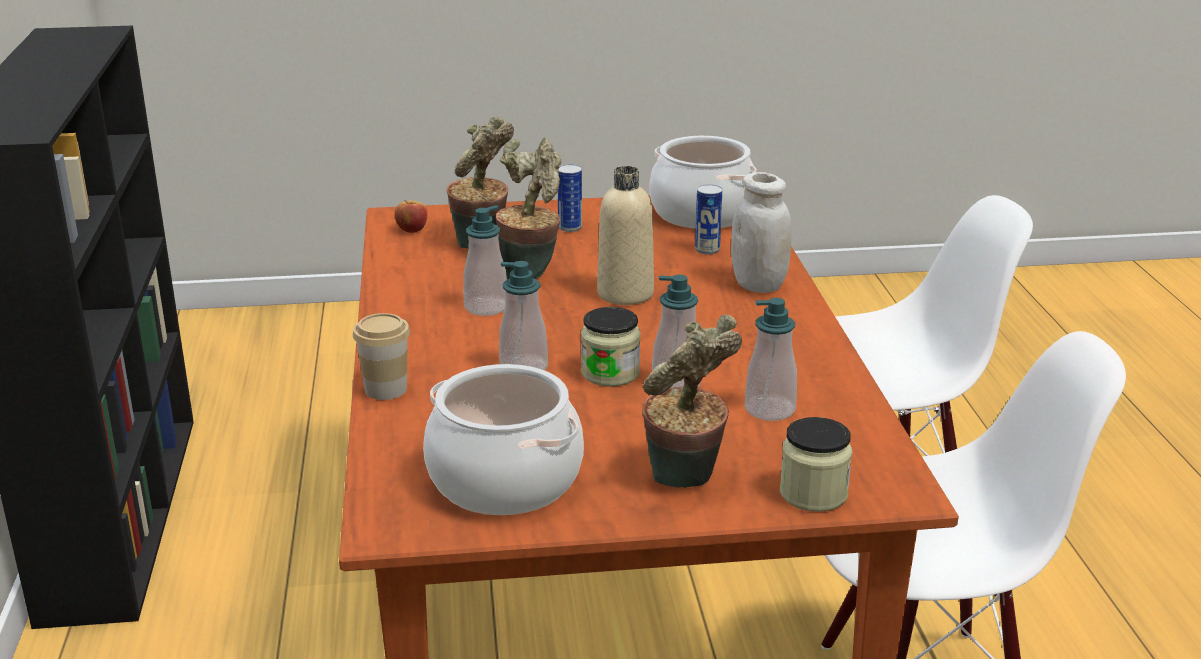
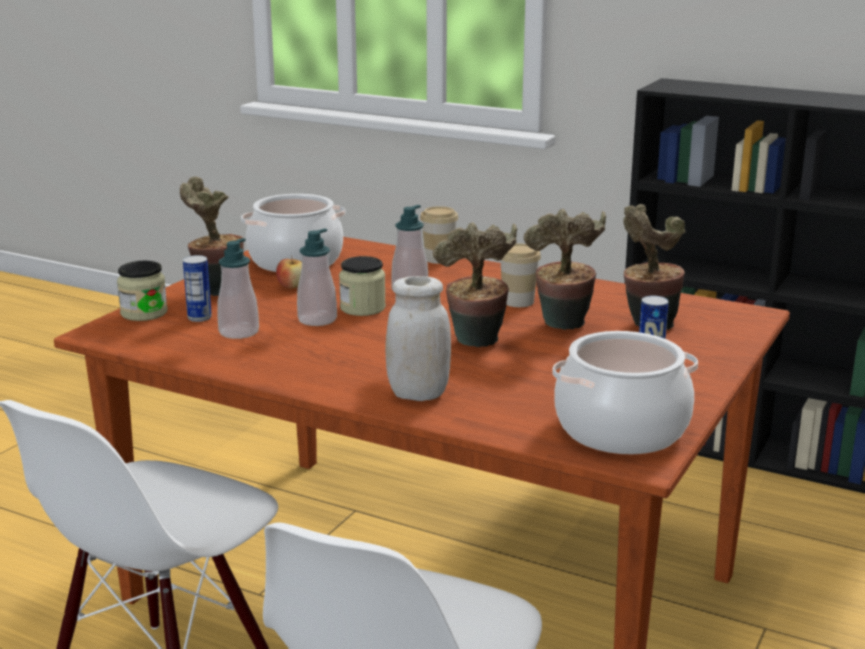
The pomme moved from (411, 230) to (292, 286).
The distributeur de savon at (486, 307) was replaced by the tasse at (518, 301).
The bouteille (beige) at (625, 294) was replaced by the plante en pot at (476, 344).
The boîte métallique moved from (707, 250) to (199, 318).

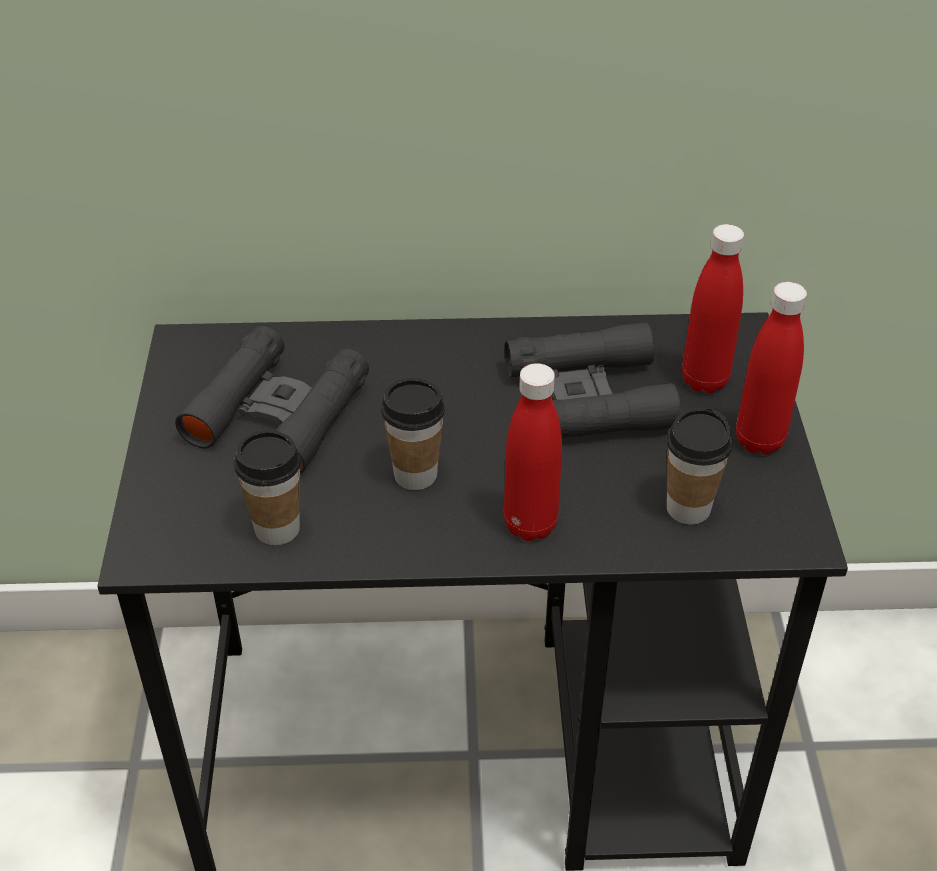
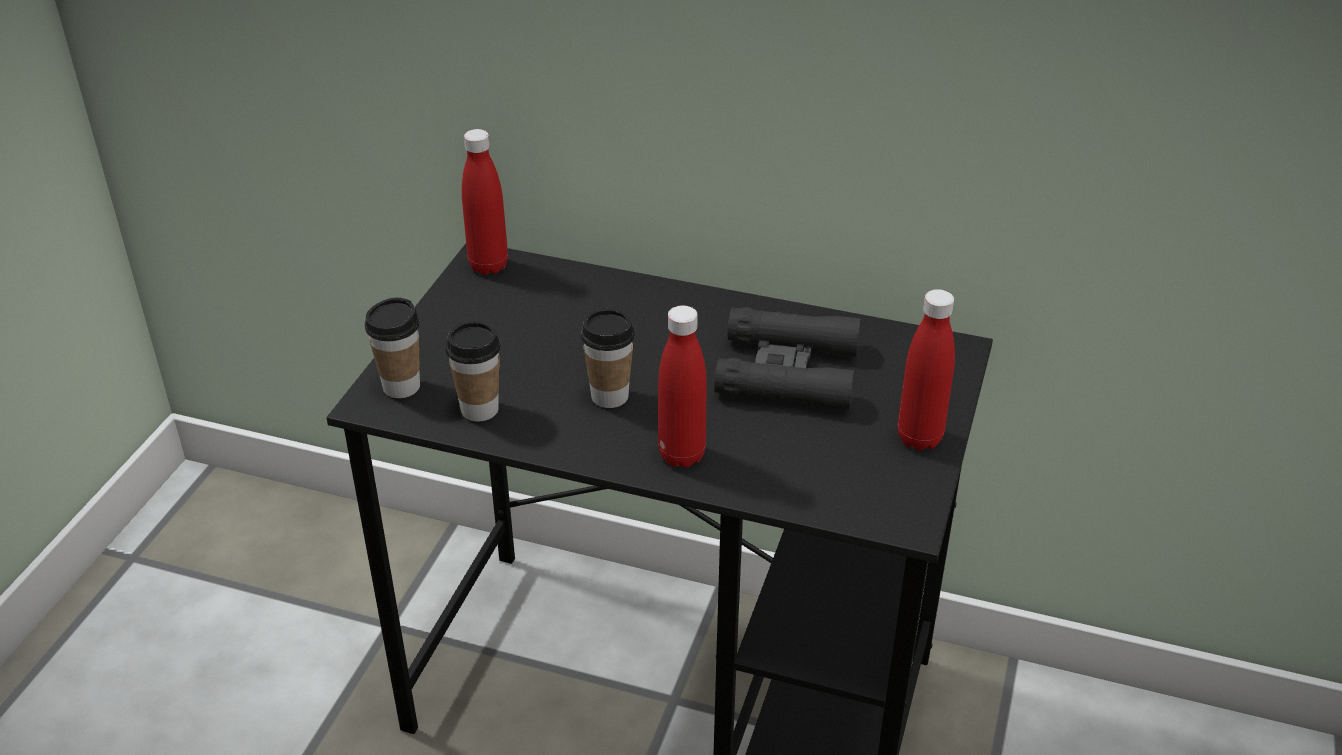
The jumelles (noir) at (278, 413) disappeared.
The tasse moved from (688, 508) to (401, 386).
The bouteille (rouge) moved from (704, 380) to (488, 266).

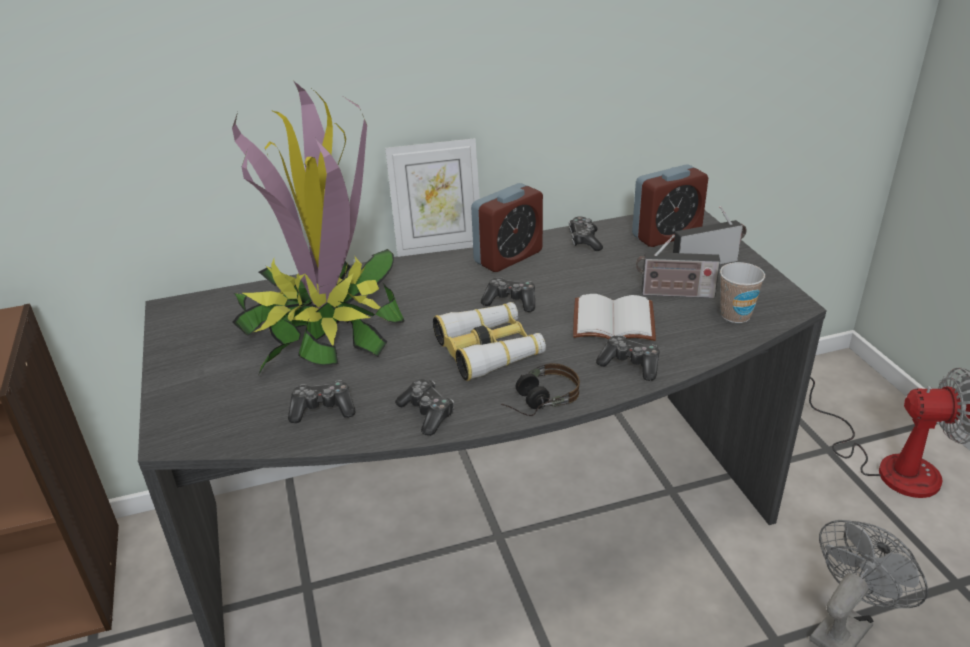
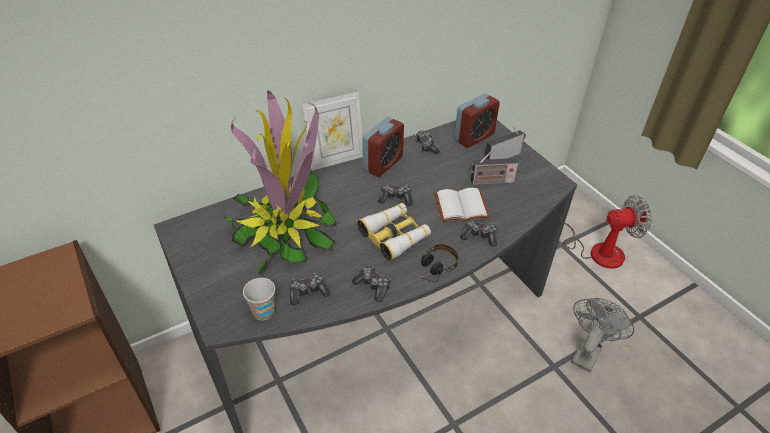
The tasse moved from (735, 315) to (263, 312).

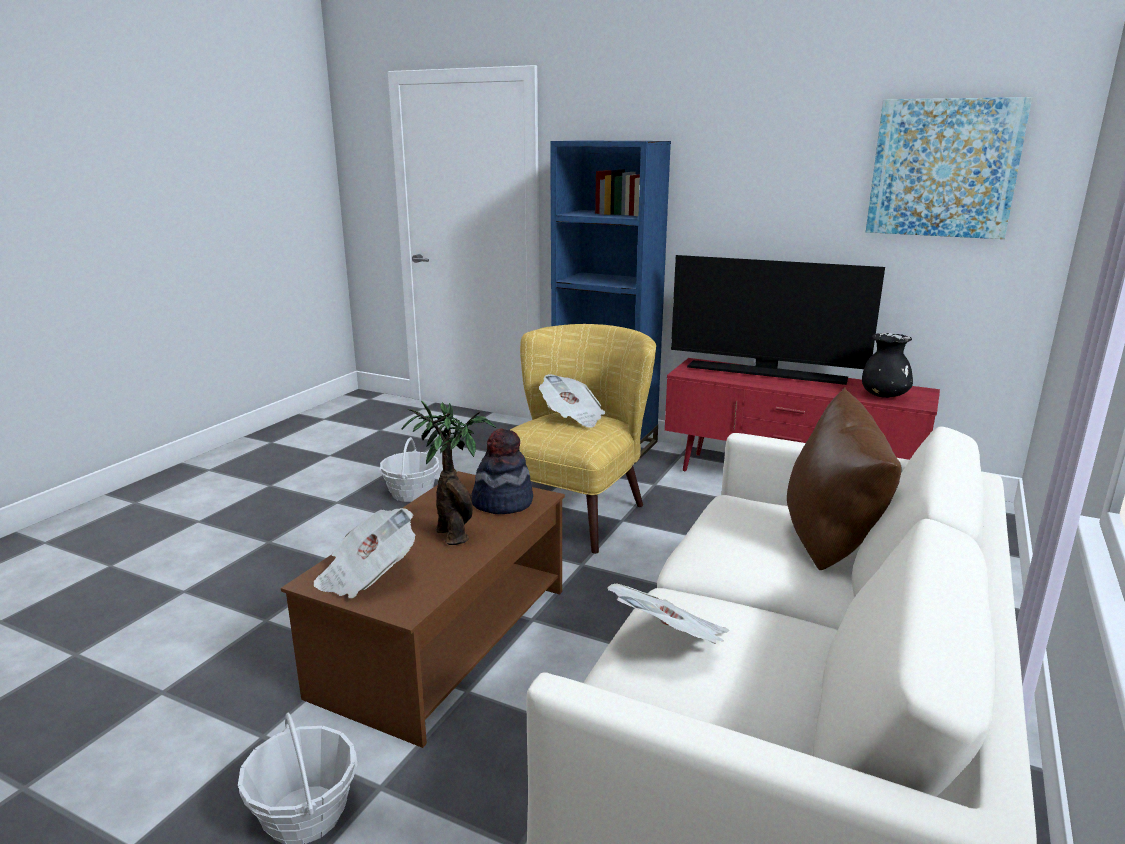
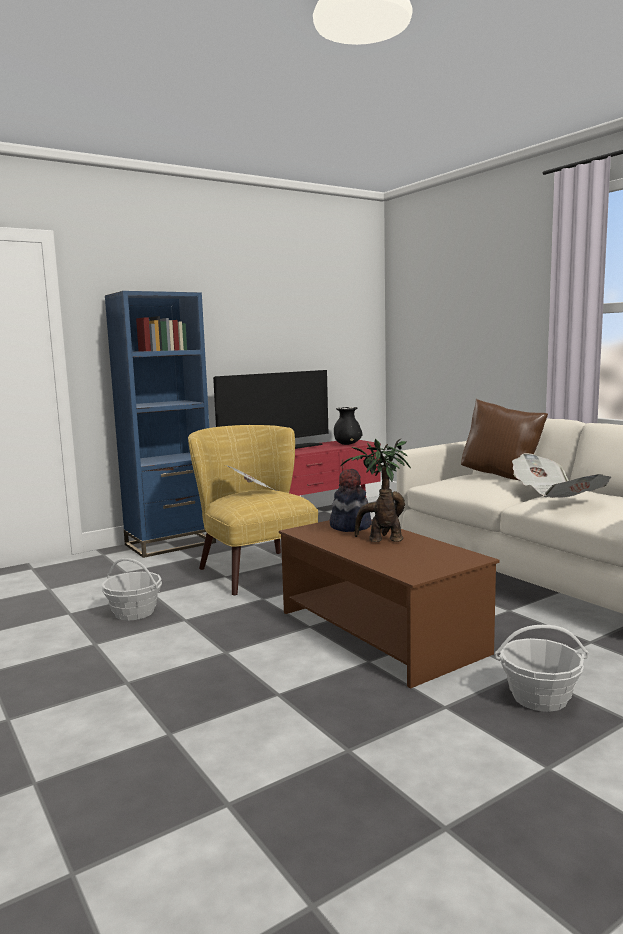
The journal moved from (367, 576) to (540, 490).
The tableau at (943, 168) disappeared.

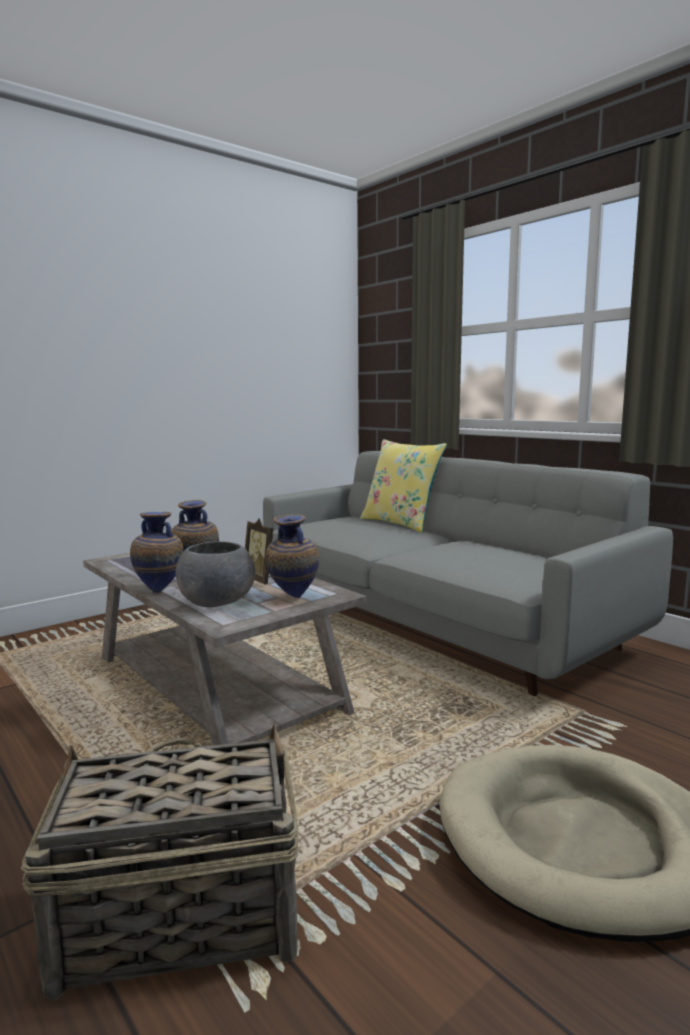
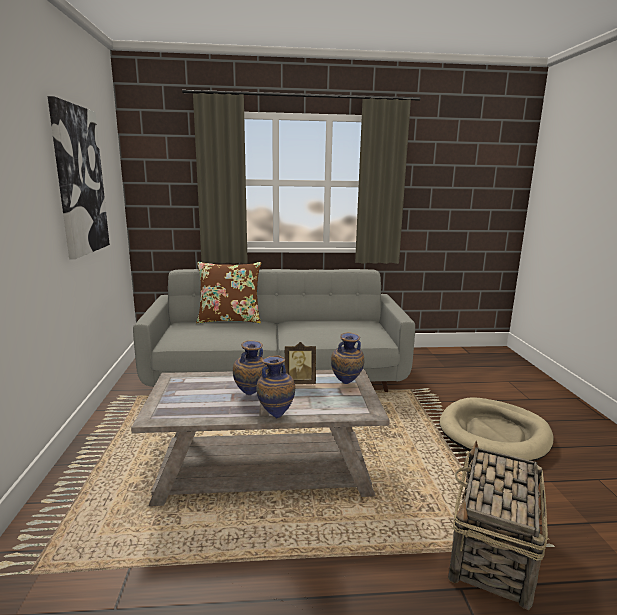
The bol (gris) at (218, 601) disappeared.
The coussin (jaune) at (400, 523) became the coussin (marron) at (229, 320).
The tableau at (79, 181) appeared.

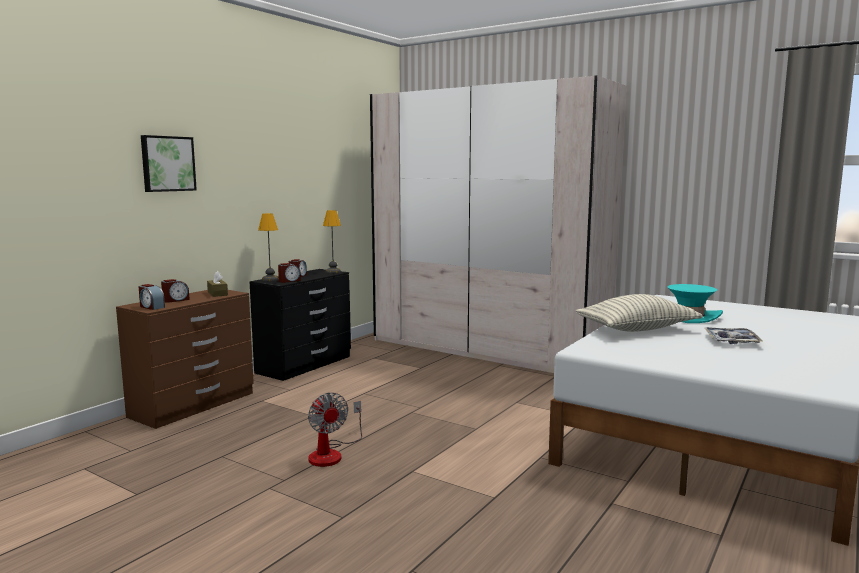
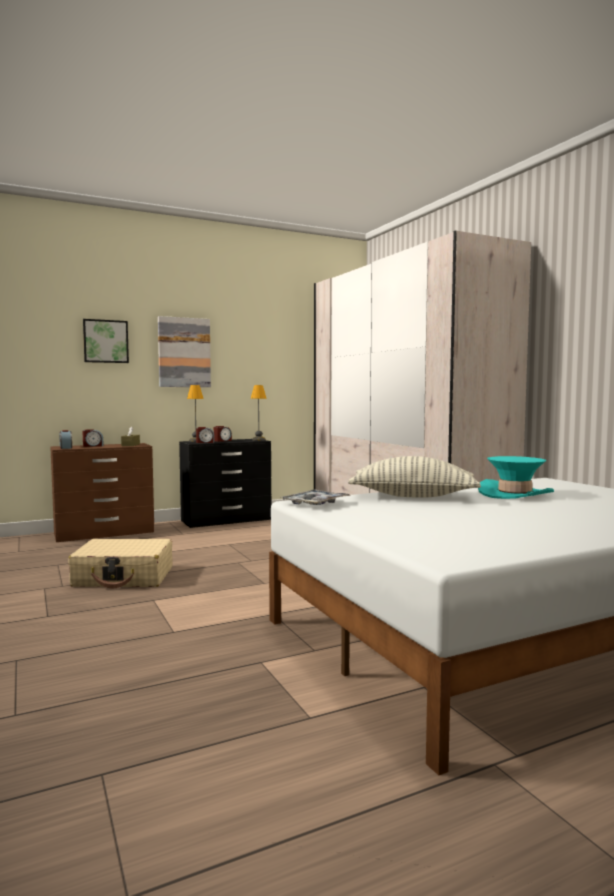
The ventilateur at (331, 453) was replaced by the valise (beige) at (124, 577).
The plateau moved from (731, 341) to (315, 503).
The tableau at (184, 352) appeared.

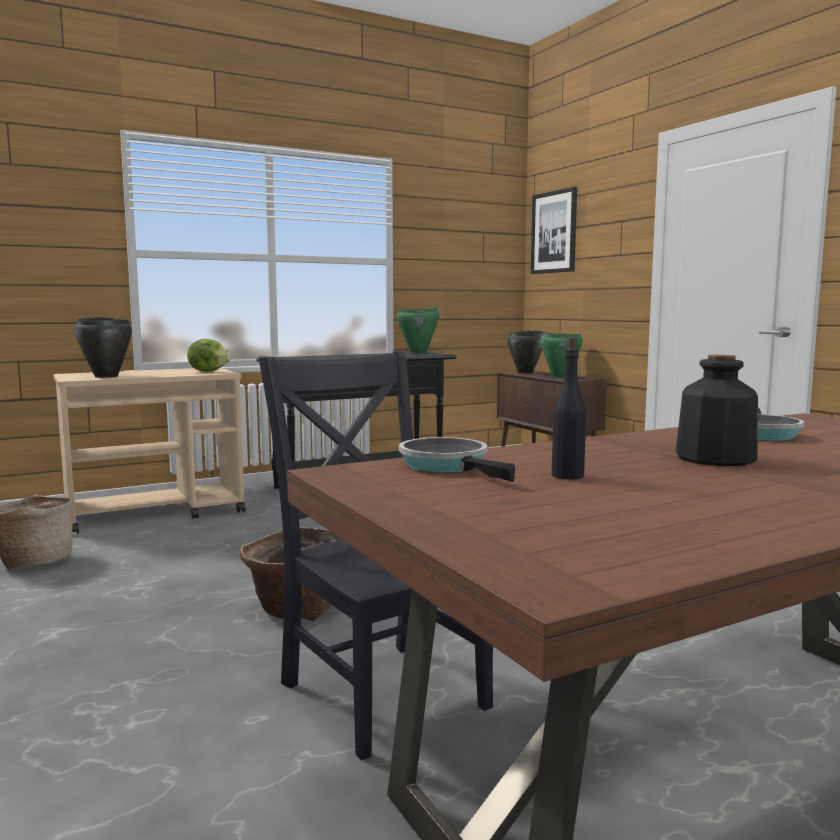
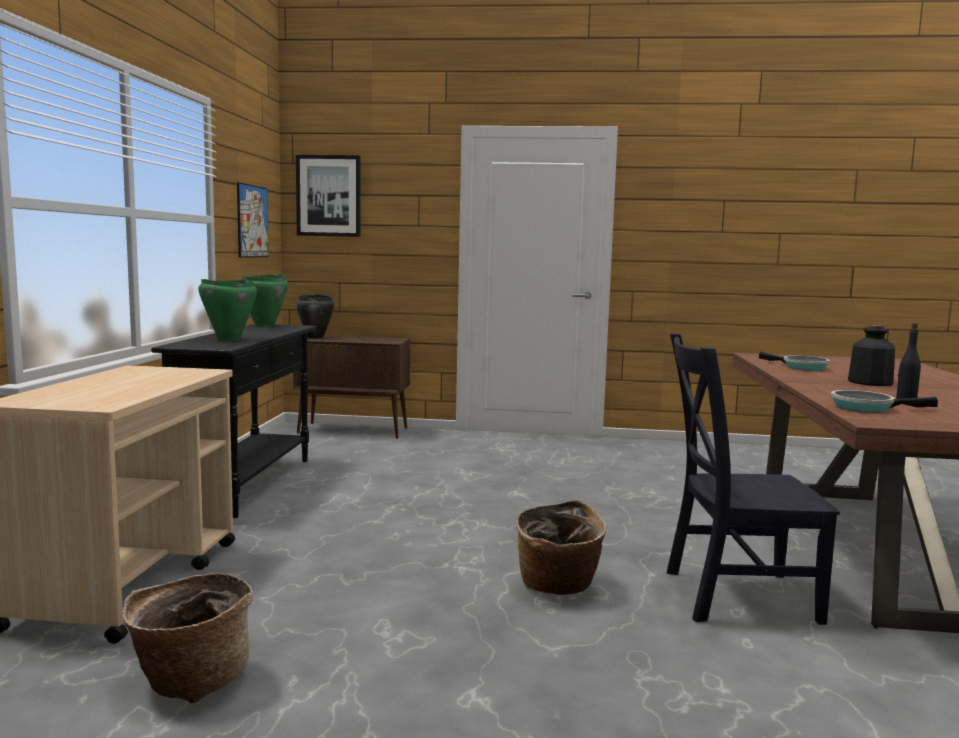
The marmite (noir) at (106, 376) disappeared.
The laitue at (209, 371) disappeared.
The marmite (vert) moved from (559, 376) to (228, 338).
The tableau at (252, 221) appeared.

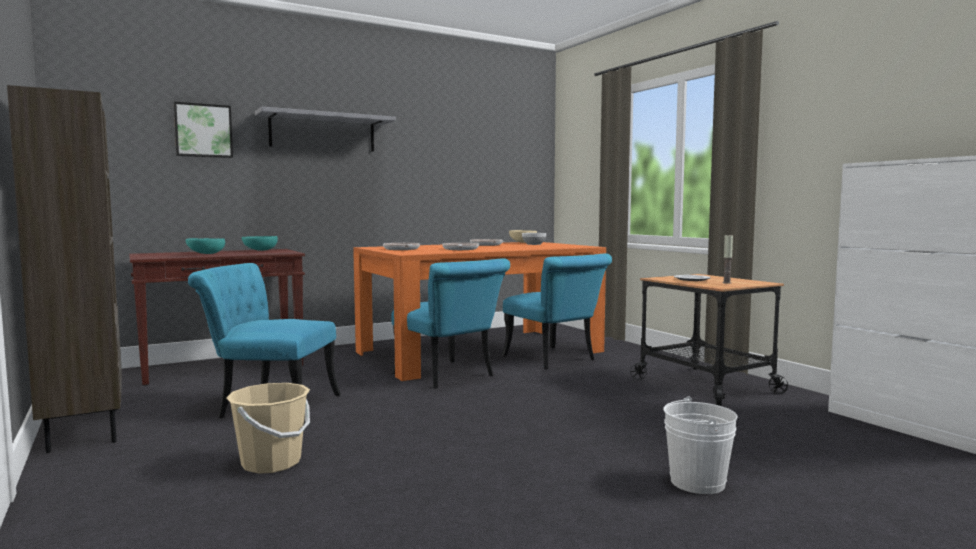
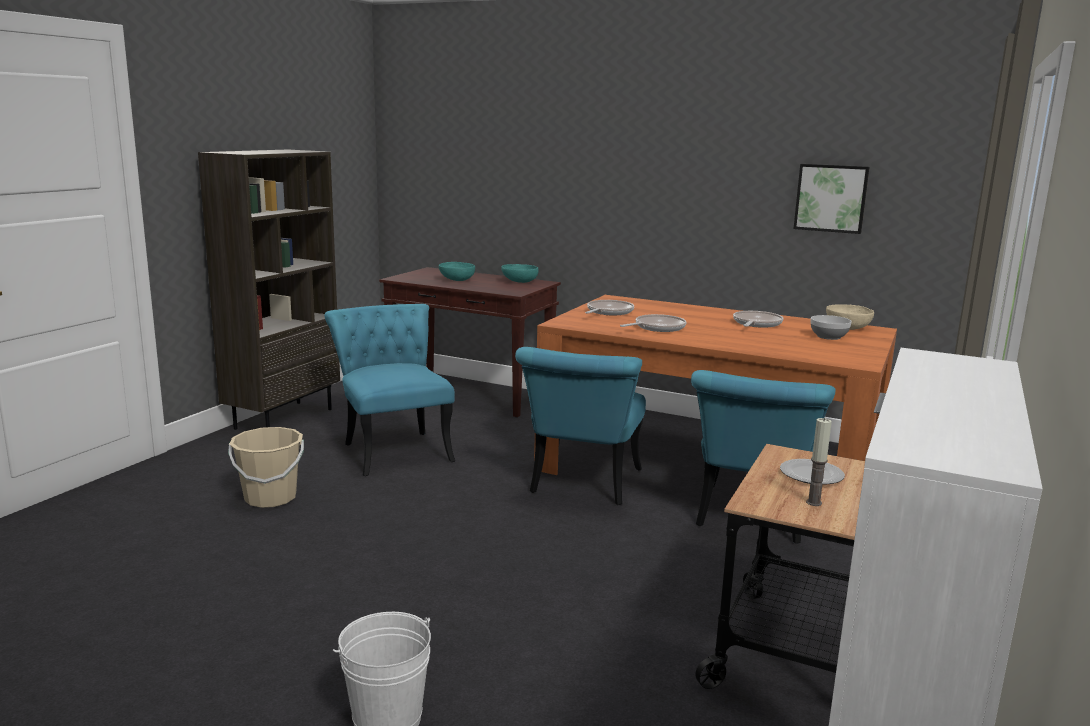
The tableau moved from (203, 130) to (831, 198).
The étagère (gris) at (323, 132) disappeared.

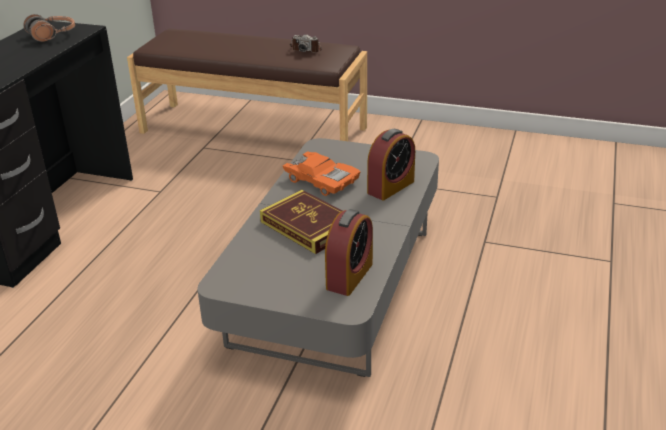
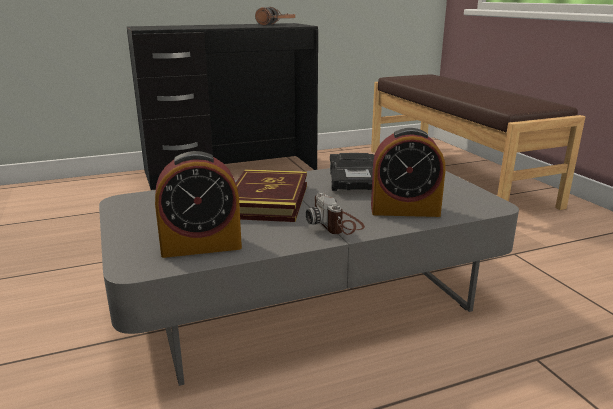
The petite voiture (orange) at (321, 181) became the petite voiture (noir) at (354, 182).
The appareil photo moved from (306, 49) to (336, 224).

